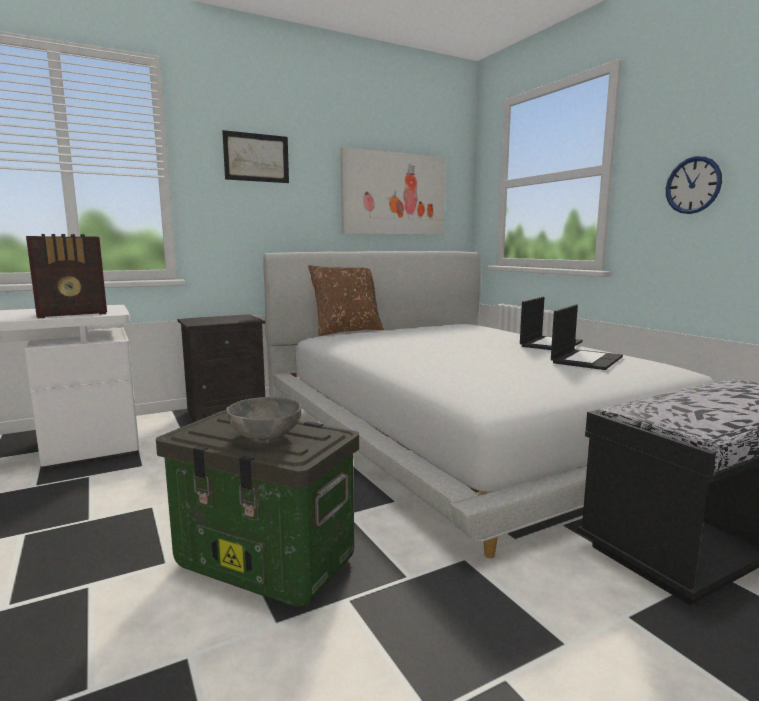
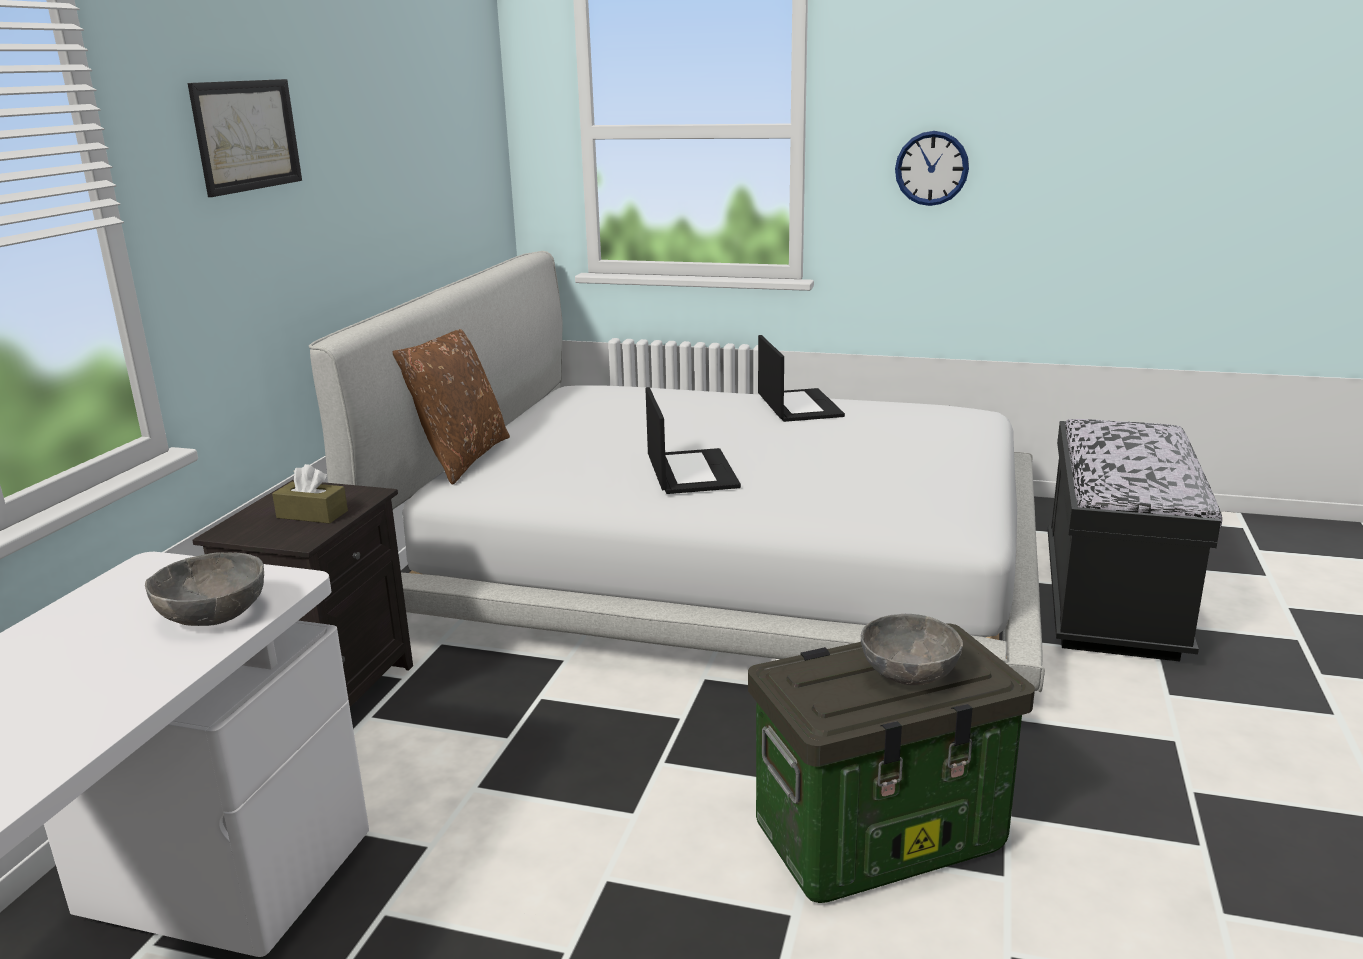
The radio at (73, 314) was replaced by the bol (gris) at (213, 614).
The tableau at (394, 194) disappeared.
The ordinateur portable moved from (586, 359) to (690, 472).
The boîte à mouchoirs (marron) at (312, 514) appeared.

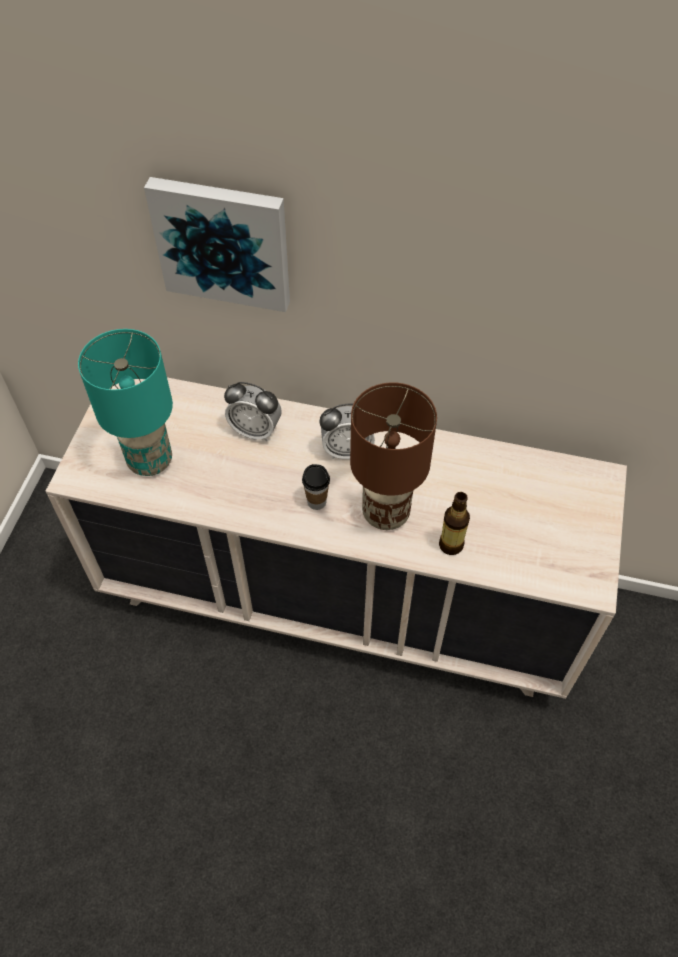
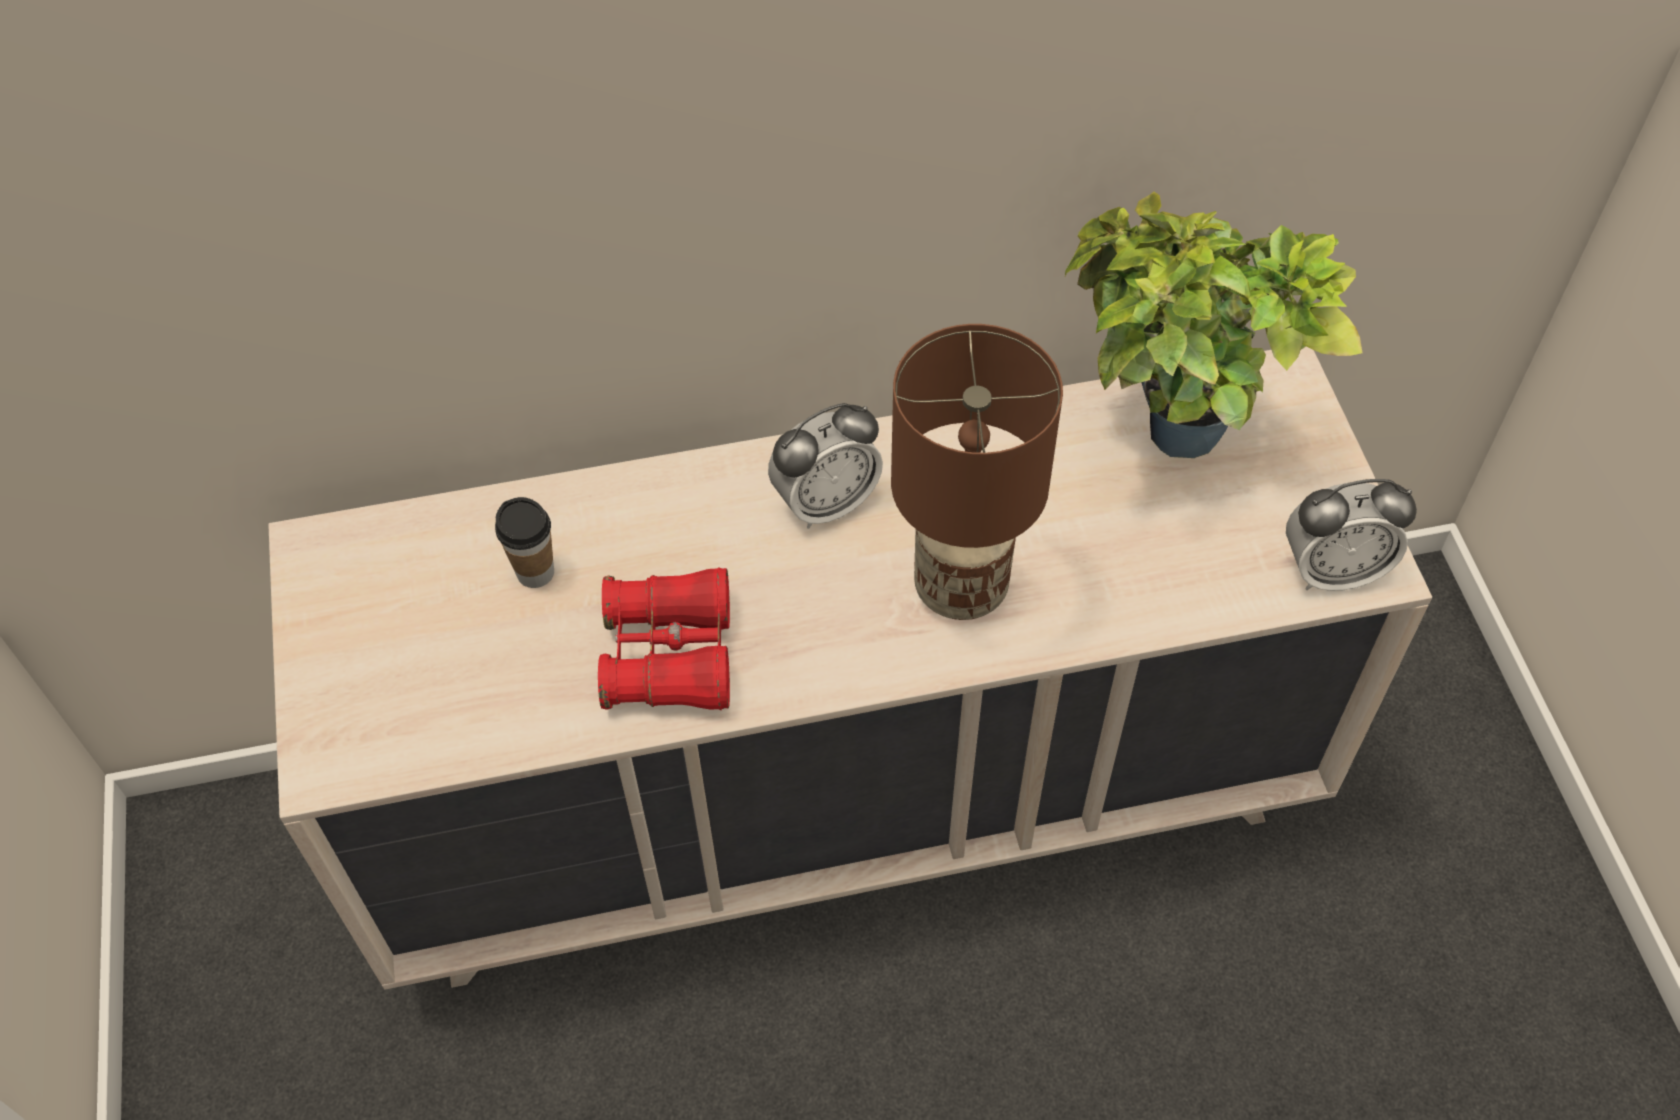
The lampe de table (turquoise) at (150, 462) disappeared.
The tableau at (223, 242) disappeared.
The réveil moved from (255, 430) to (1332, 571).
The tasse moved from (316, 502) to (535, 572).
The bouteille at (451, 545) disappeared.
The jumelles (rouge) at (670, 656) appeared.
The plante en pot at (1169, 445) appeared.

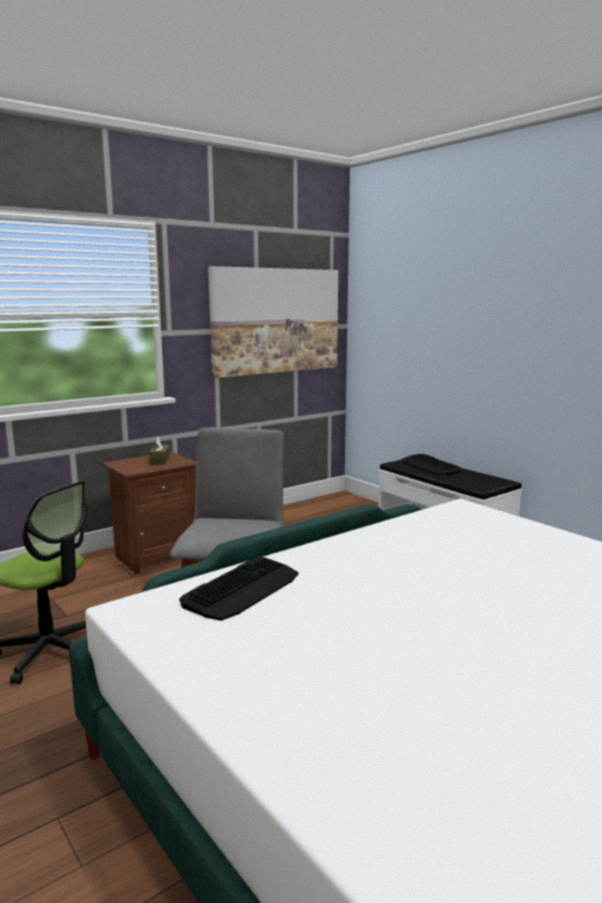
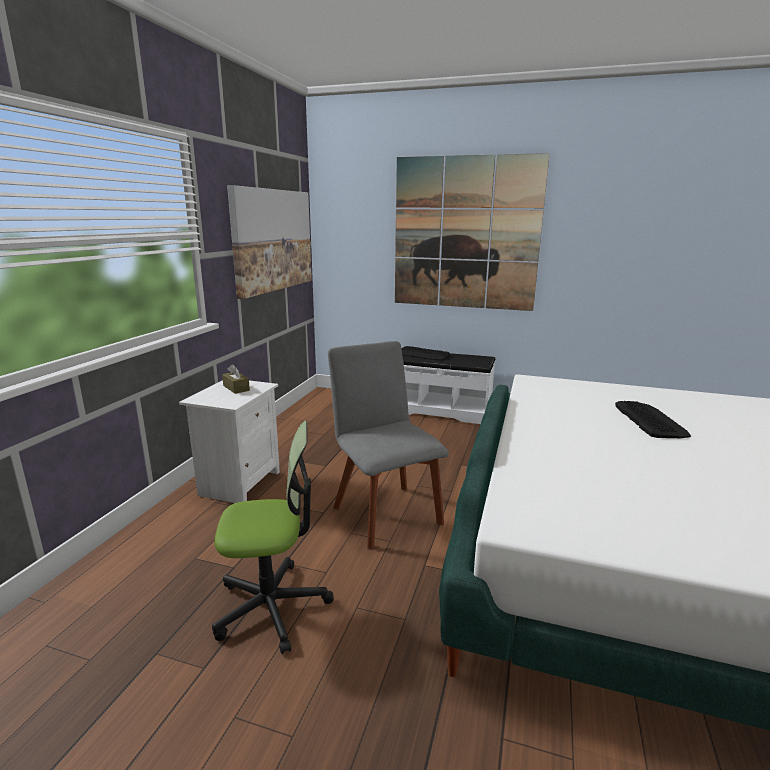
The table de chevet (marron) at (155, 556) became the table de chevet (blanc) at (238, 483).
The clavier moved from (242, 589) to (650, 420).
The tableau at (465, 234) appeared.

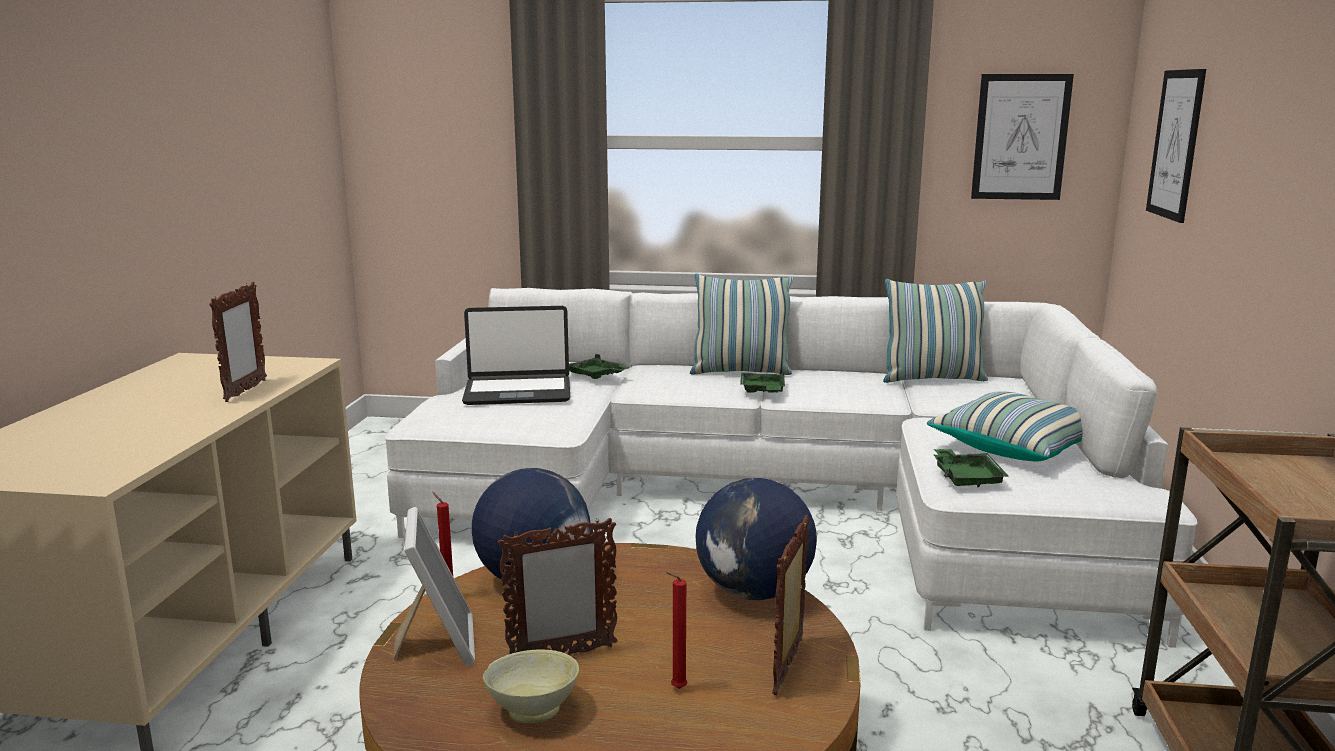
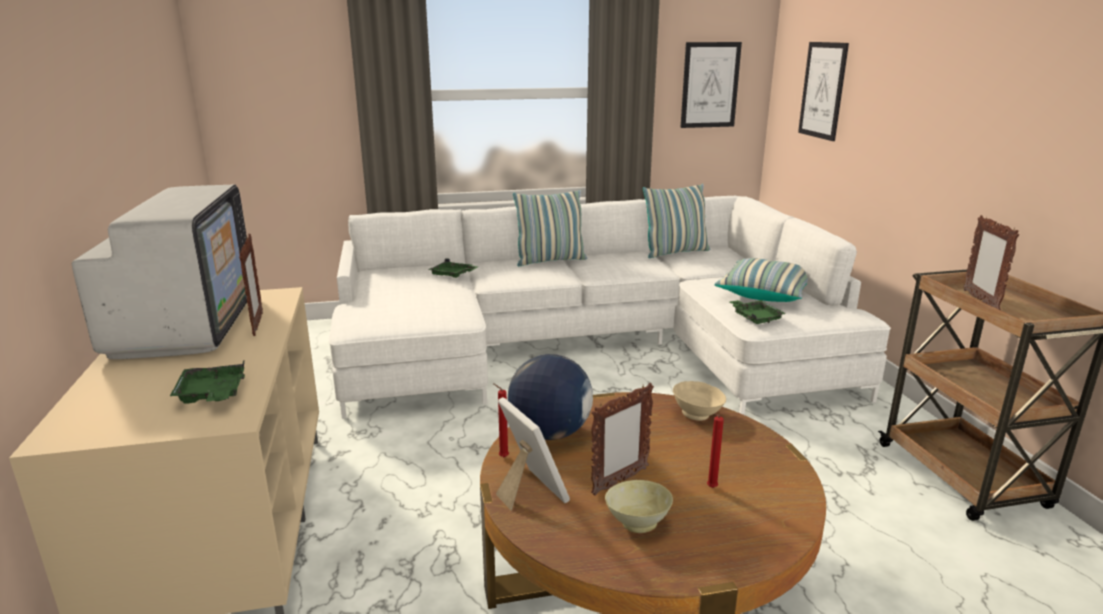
The ordinateur portable at (518, 392) disappeared.
The globe at (754, 593) was replaced by the bol (beige) at (697, 415).
The plateau (vert) moved from (762, 391) to (212, 395).
The cadre photo moved from (789, 666) to (980, 301).
The téléviseur at (186, 326) appeared.

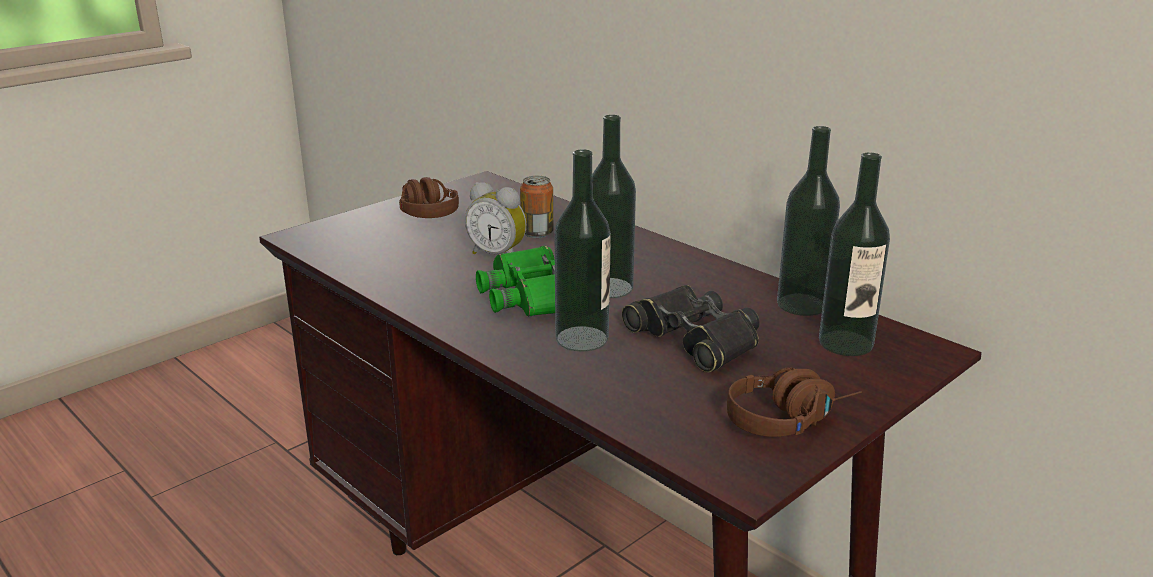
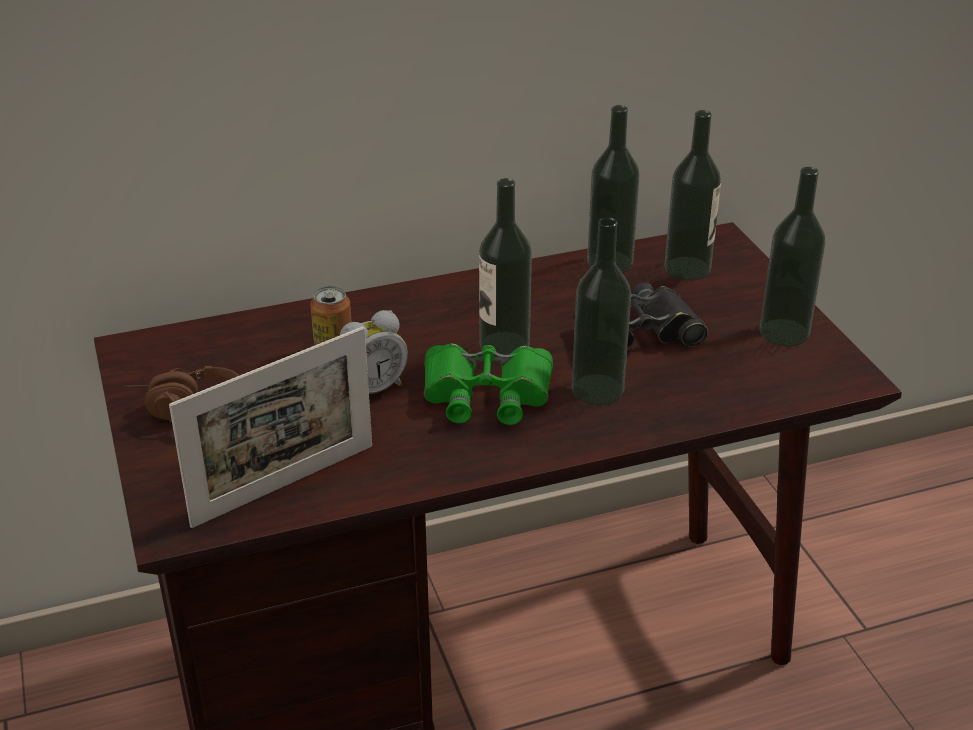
The casque audio (marron) at (790, 418) was replaced by the bouteille at (784, 332).
The cadre photo at (284, 485) appeared.

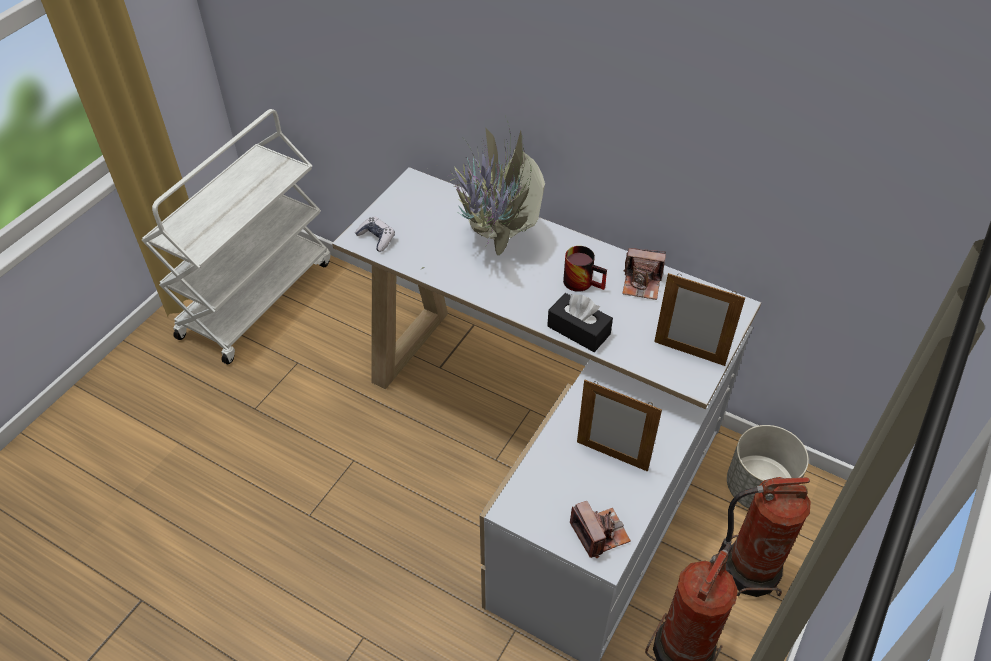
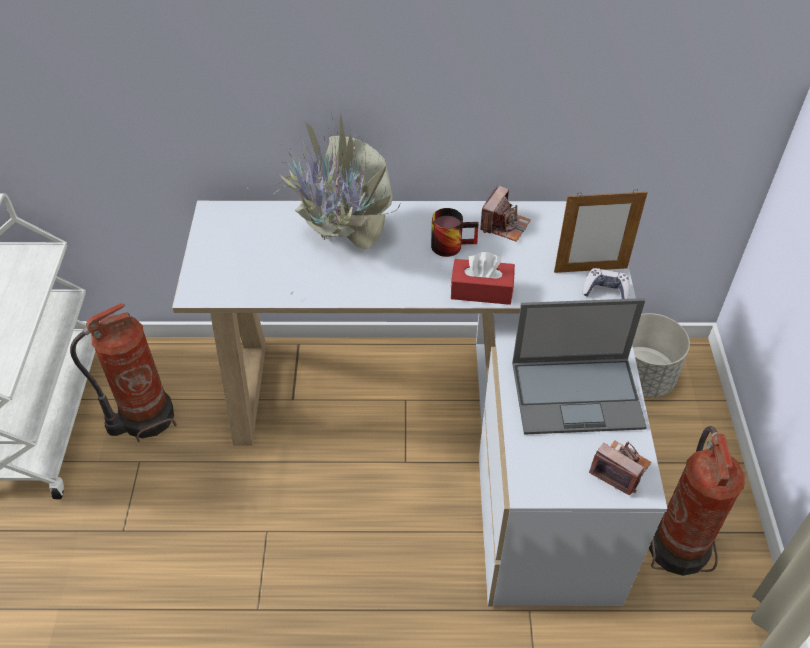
The manette moved from (376, 238) to (606, 290).
The boîte à mouchoirs (noir) at (578, 330) became the boîte à mouchoirs (rouge) at (481, 290).
The cadre photo at (612, 456) was replaced by the ordinateur portable at (578, 394).
The appareil photo at (642, 283) turned 45 degrees counterclockwise.
The extincteur moved from (747, 569) to (144, 417).

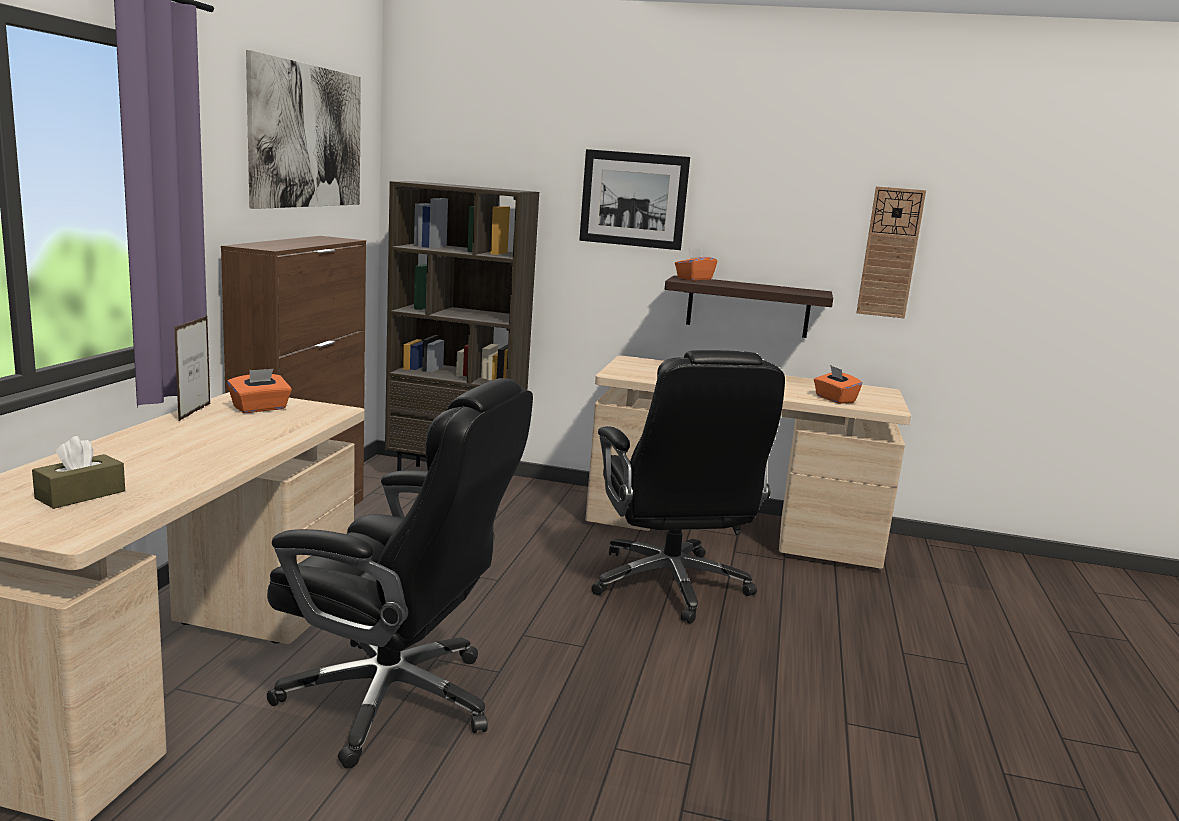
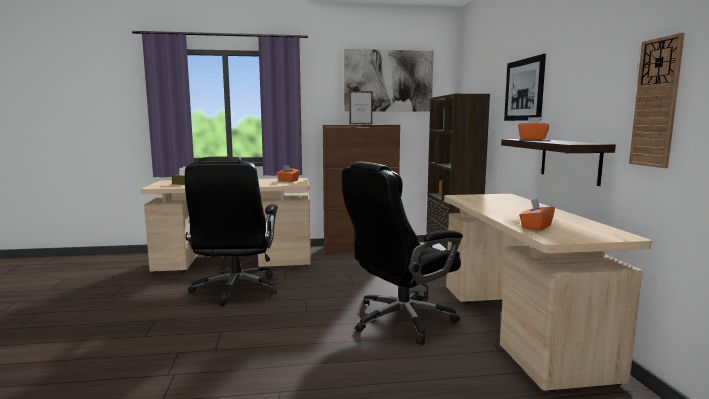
The cadre photo moved from (195, 412) to (361, 124).

